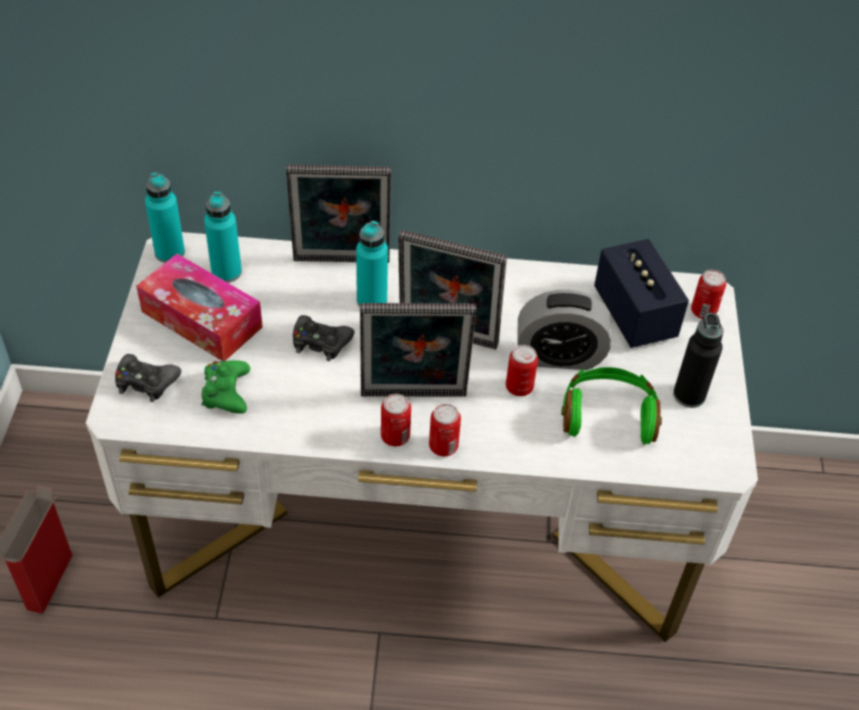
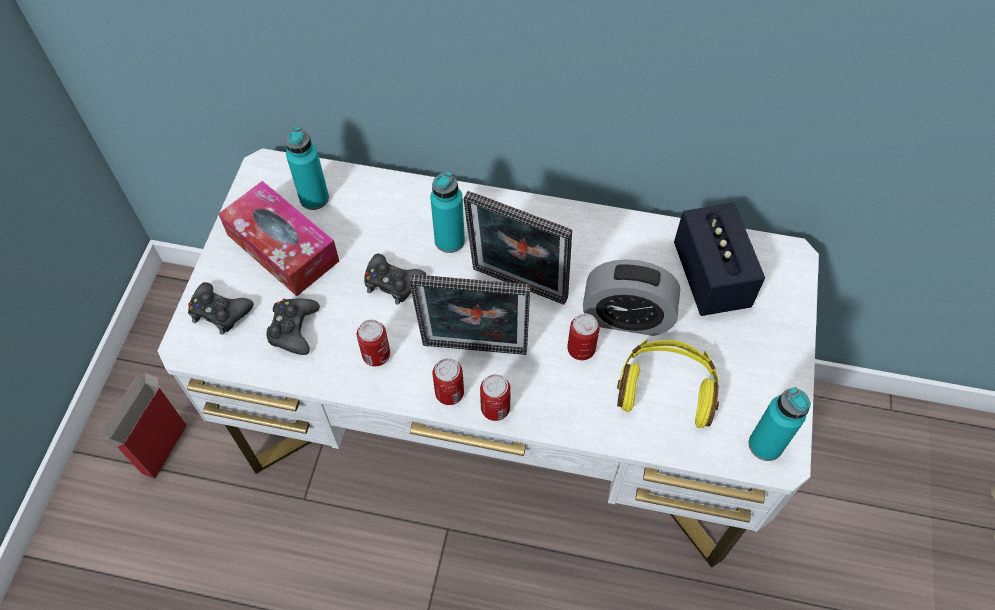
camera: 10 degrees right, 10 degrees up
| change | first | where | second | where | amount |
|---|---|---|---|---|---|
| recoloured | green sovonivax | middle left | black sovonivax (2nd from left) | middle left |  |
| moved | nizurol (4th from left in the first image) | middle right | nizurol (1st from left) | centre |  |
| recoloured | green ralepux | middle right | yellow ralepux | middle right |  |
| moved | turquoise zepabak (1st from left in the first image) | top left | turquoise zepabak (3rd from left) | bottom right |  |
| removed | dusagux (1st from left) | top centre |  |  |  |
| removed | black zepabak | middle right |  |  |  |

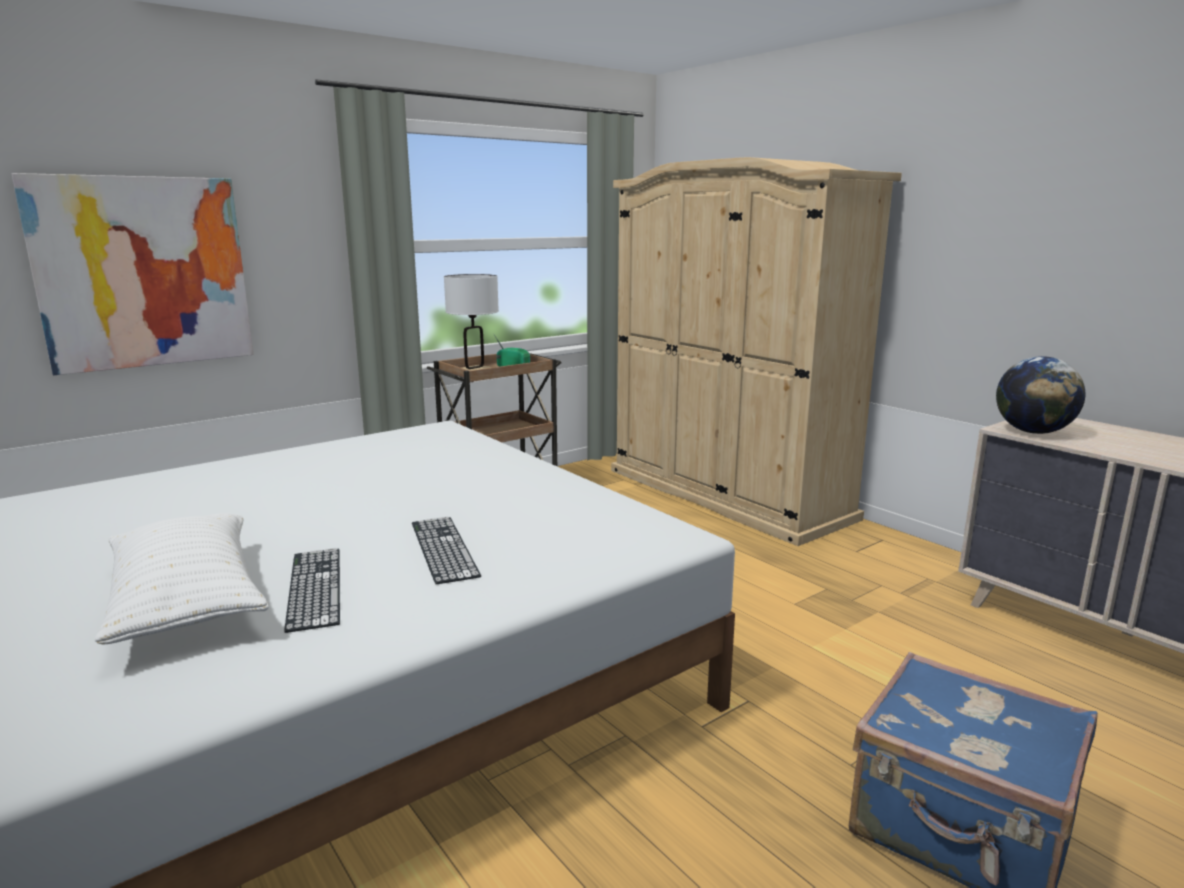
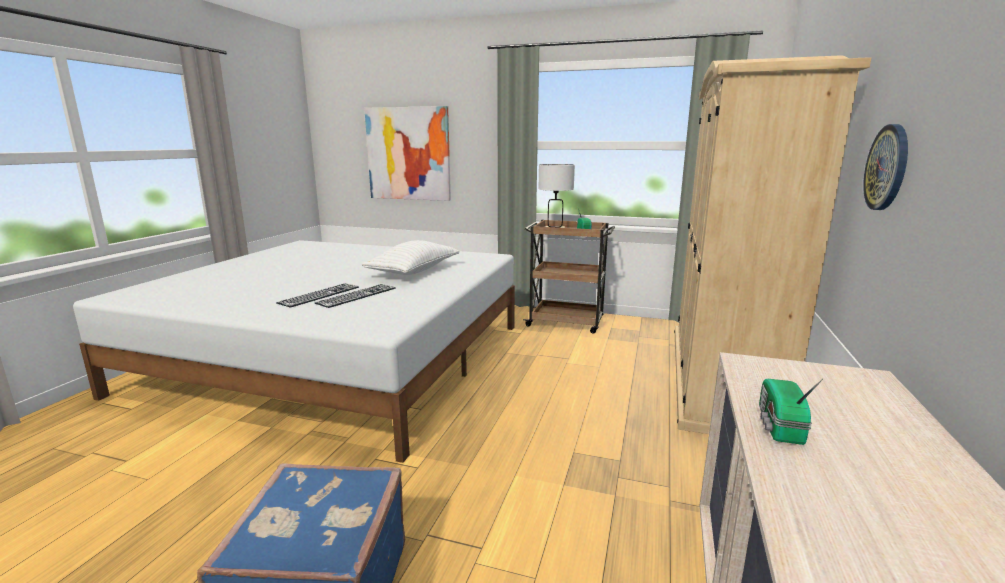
camera: 55 degrees right, 0 degrees up
| change | first | where | second | where | amount |
|---|---|---|---|---|---|
| moved | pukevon (1st from left in the first image) | middle left | pukevon (2nd from left) | centre |  |
| moved | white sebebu | middle left |  | centre |  |
| added |  |  | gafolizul (2nd from left) | bottom right |  |
| added |  |  | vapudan | top right |  |
| removed | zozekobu | middle right |  |  |  |

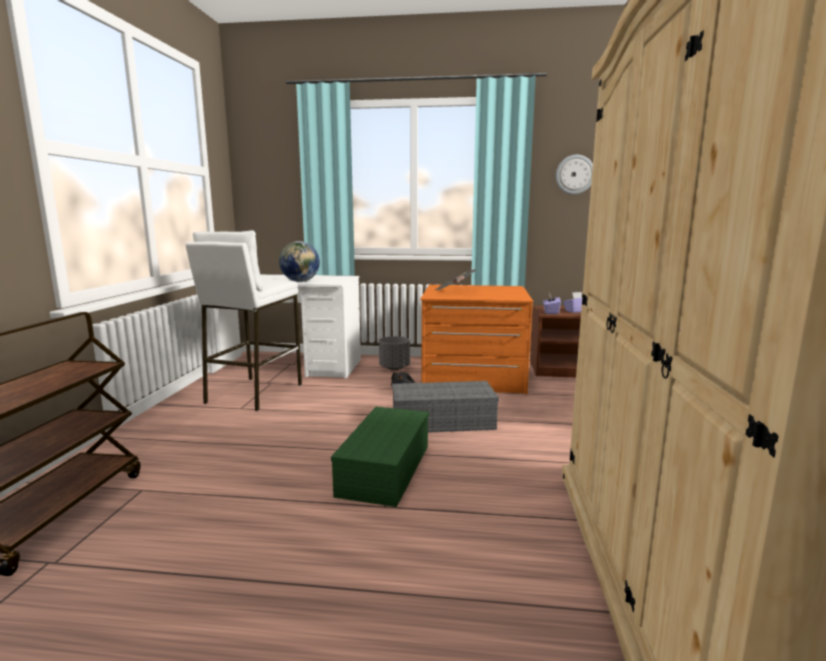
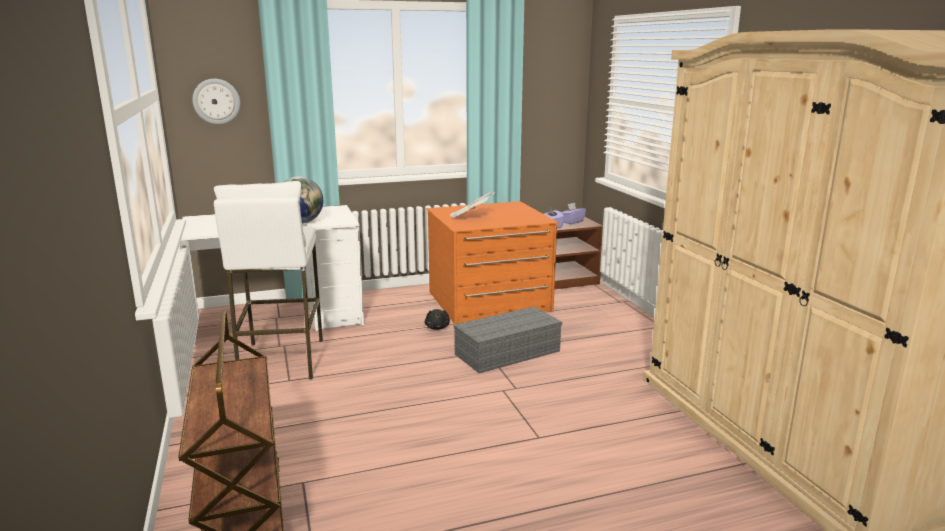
camera: 25 degrees left, 5 degrees up
| change | first | where | second | where | amount |
|---|---|---|---|---|---|
| moved | vapudan | top right |  | top left |  |
| removed | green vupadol | bottom centre |  |  |  |
| removed | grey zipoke | centre |  |  |  |

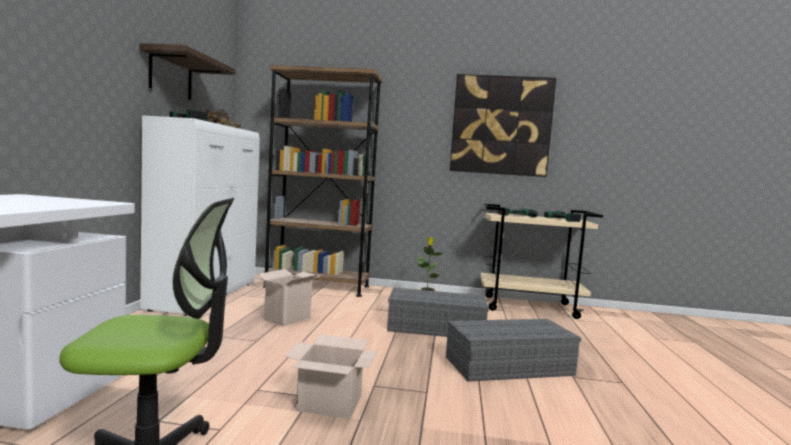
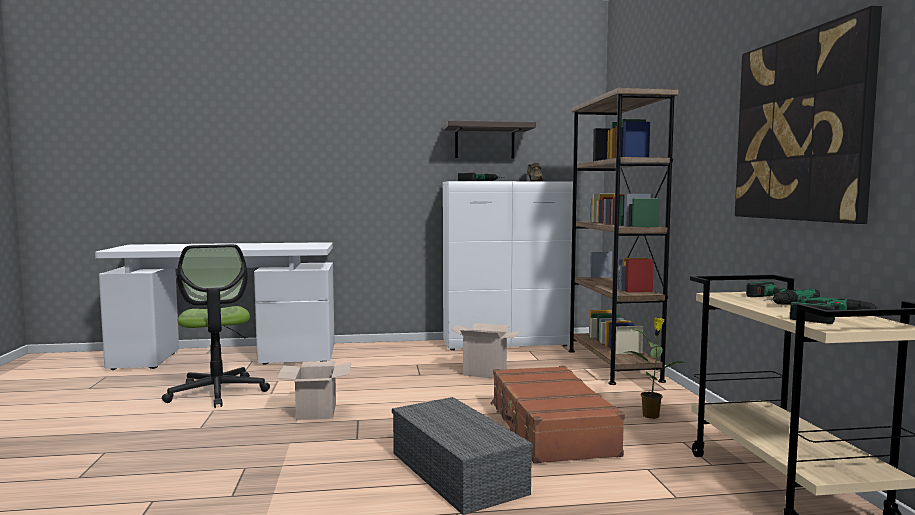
camera: 75 degrees right, 0 degrees up
| change | first | where | second | where | amount |
|---|---|---|---|---|---|
| replaced | grey vupadol (1st from left) | bottom centre | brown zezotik | bottom centre |  |

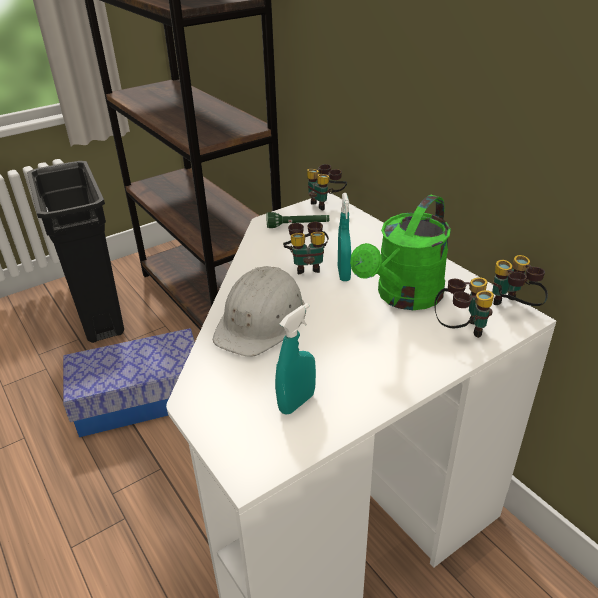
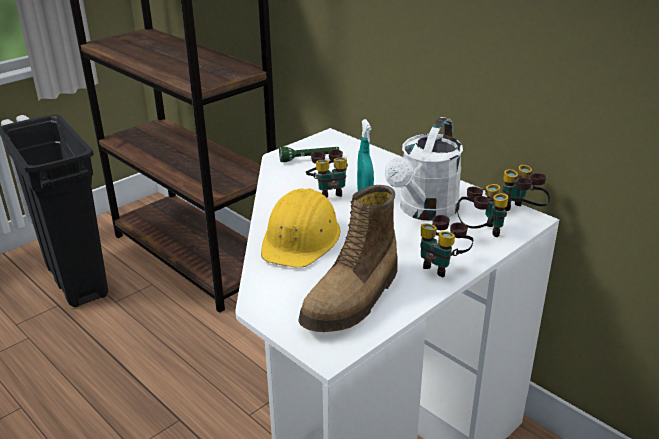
camera: 10 degrees left, 5 degrees down
| change | first | where | second | where | amount |
|---|---|---|---|---|---|
| recoloured | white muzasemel | centre | yellow muzasemel | centre |  |
| replaced | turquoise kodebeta (1st from left) | centre | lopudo | centre |  |
| recoloured | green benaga | middle right | white benaga | centre |  |
| moved | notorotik (2nd from left) | top centre |  | middle right |  |
| removed | vupadol | middle left |  |  |  |

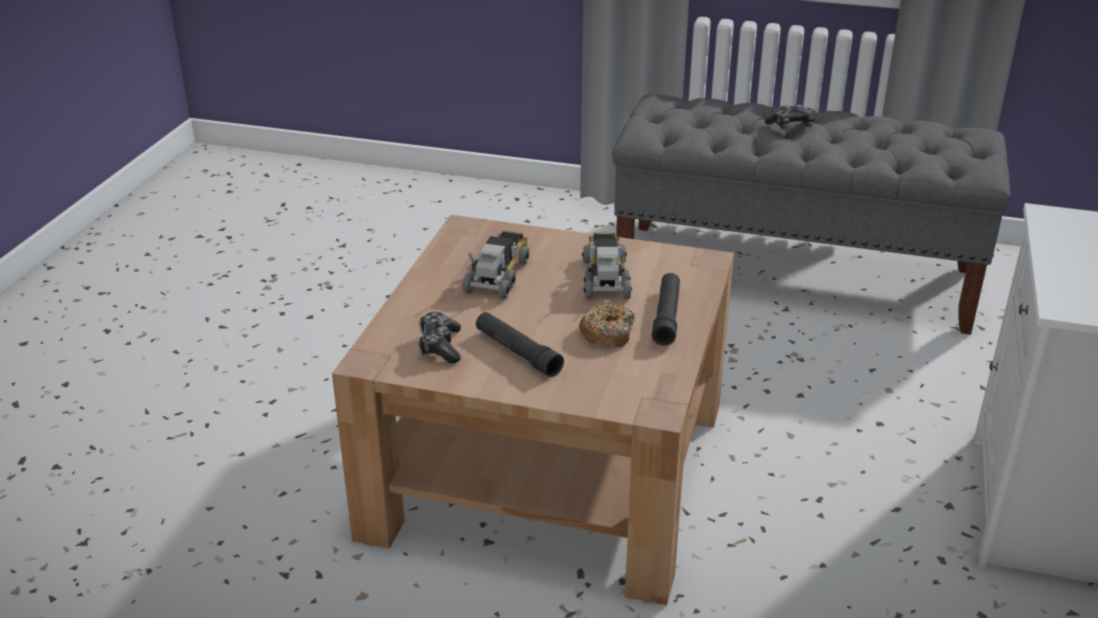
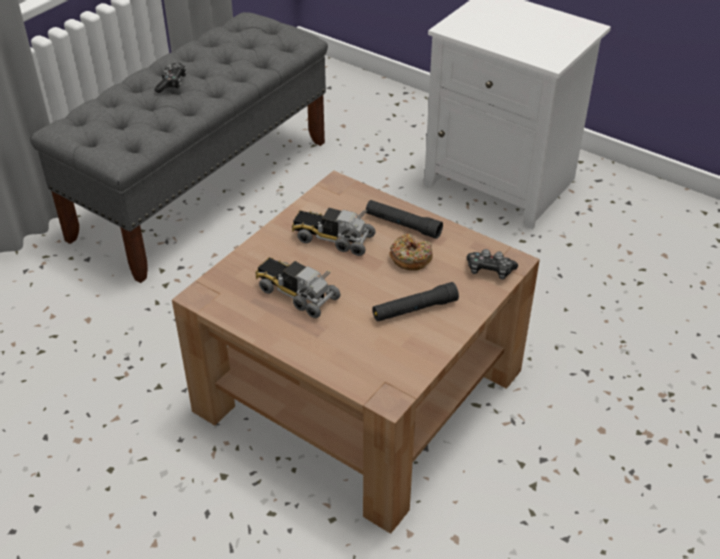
camera: 70 degrees left, 10 degrees up
| change | first | where | second | where | amount |
|---|---|---|---|---|---|
| moved | sovonivax (1st from left in the first image) | centre | sovonivax (2nd from left) | middle right |  |

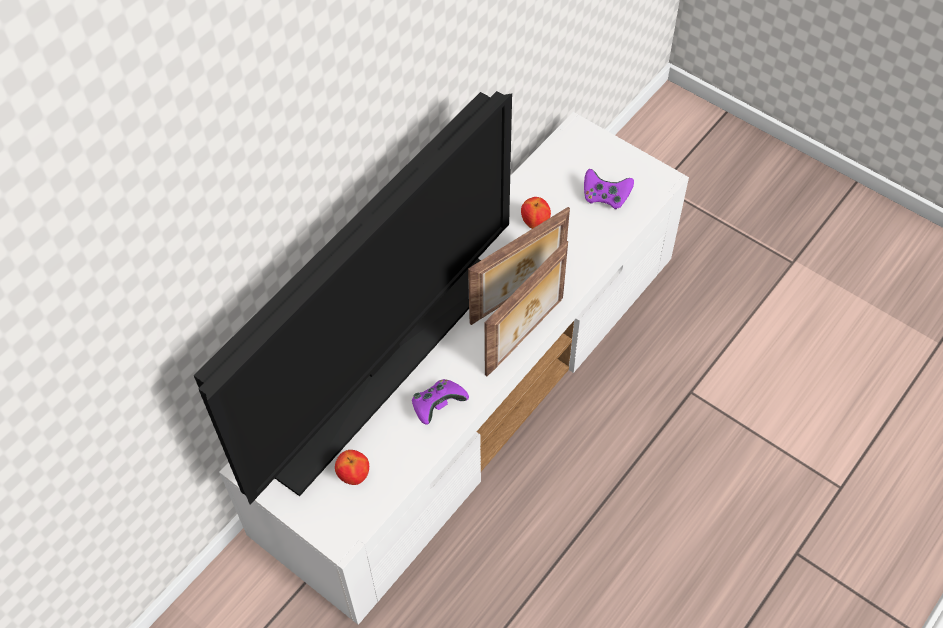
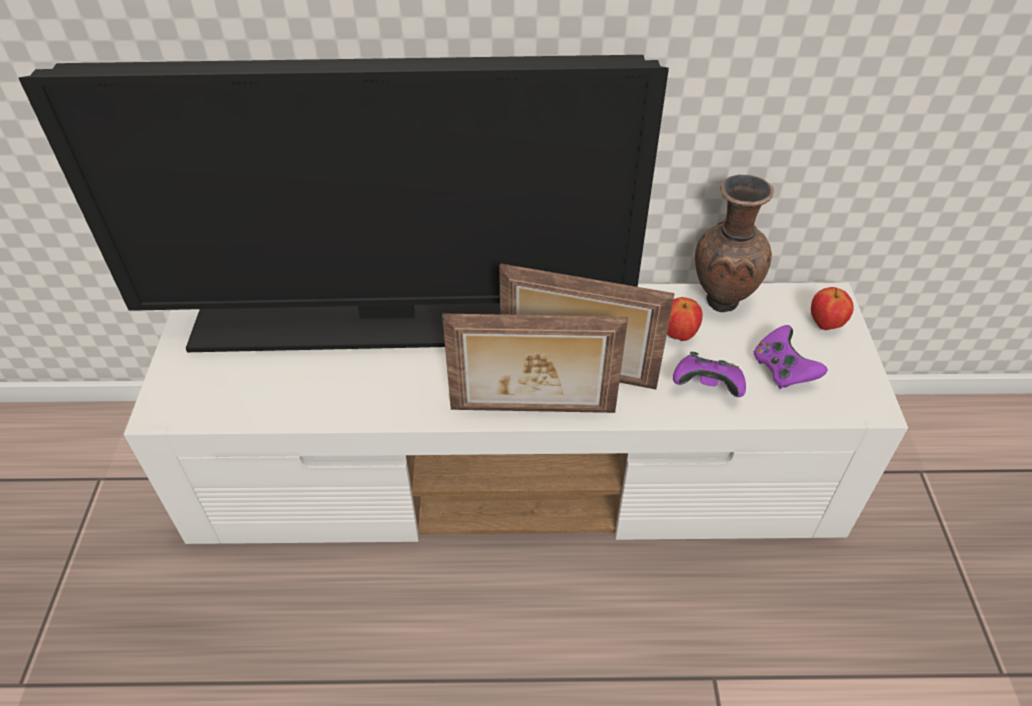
camera: 50 degrees right, 10 degrees down
| change | first | where | second | where | amount |
|---|---|---|---|---|---|
| moved | purple sovonivax (1st from left) | centre |  | middle right |  |
| added |  |  | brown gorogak | middle right |  |
| moved | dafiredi (1st from left in the first image) | bottom centre | dafiredi (2nd from left) | middle right |  |

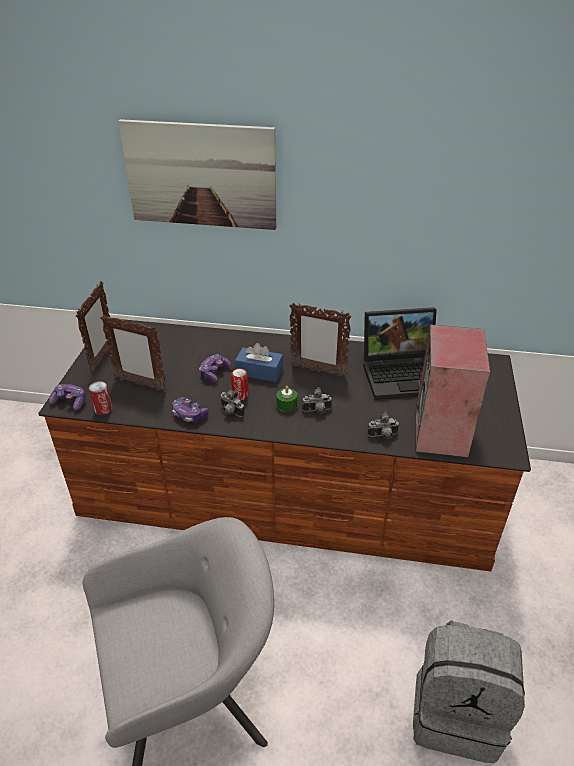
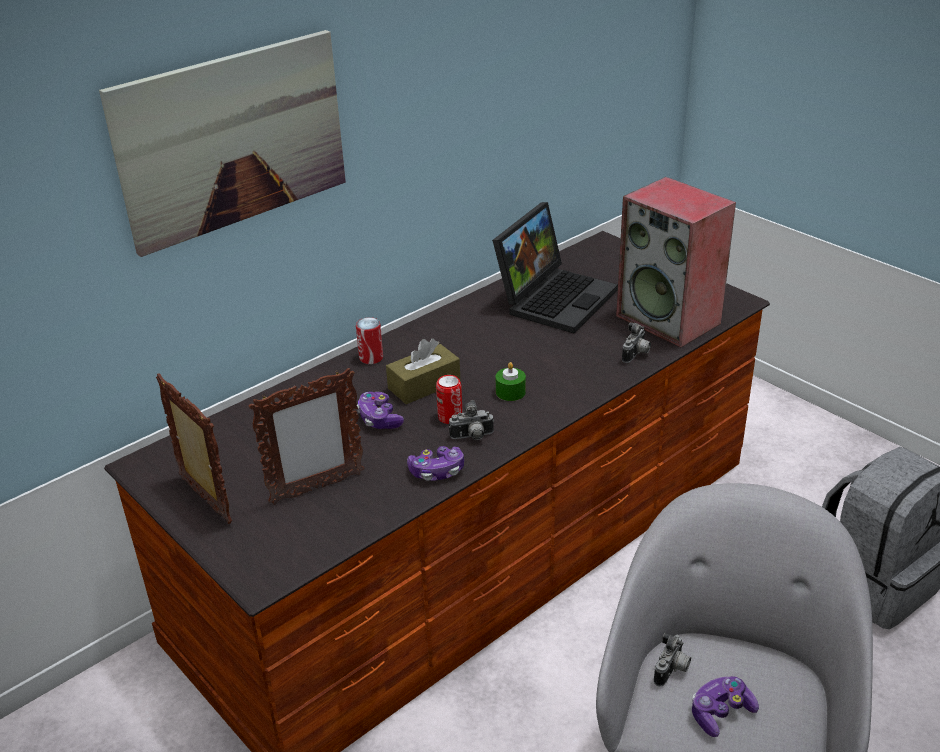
camera: 50 degrees left, 5 degrees down
| change | first | where | second | where | amount |
|---|---|---|---|---|---|
| moved | nizurol (1st from left) | middle left |  | centre |  |
| recoloured | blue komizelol | centre | brown komizelol | centre |  |
| moved | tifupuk (2nd from left in the first image) | centre | tifupuk (3rd from left) | bottom right |  |
| moved | sovonivax (1st from left in the first image) | middle left | sovonivax (3rd from left) | bottom right |  |
| removed | dusagux (3rd from left) | centre |  |  |  |

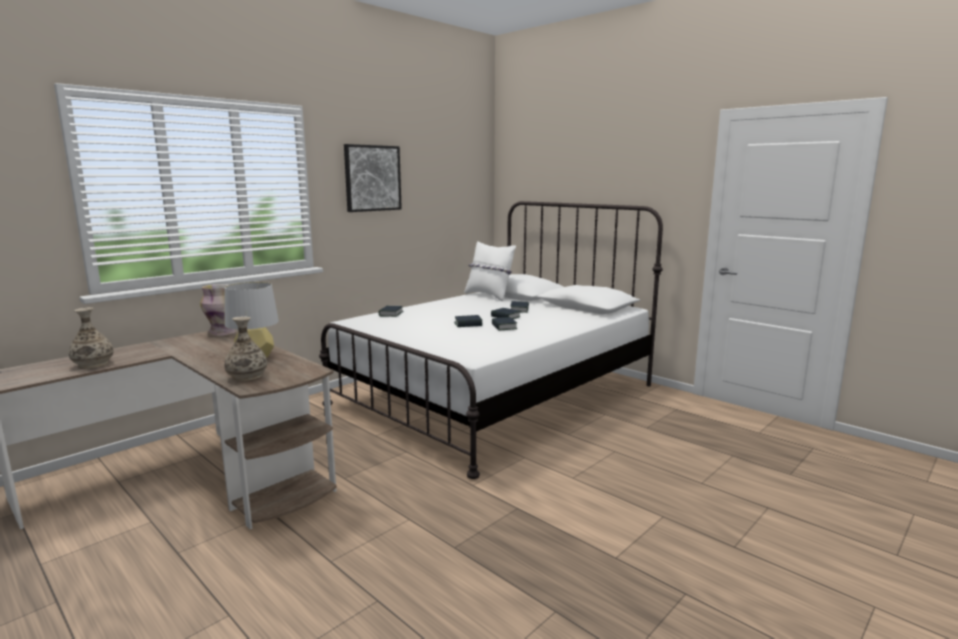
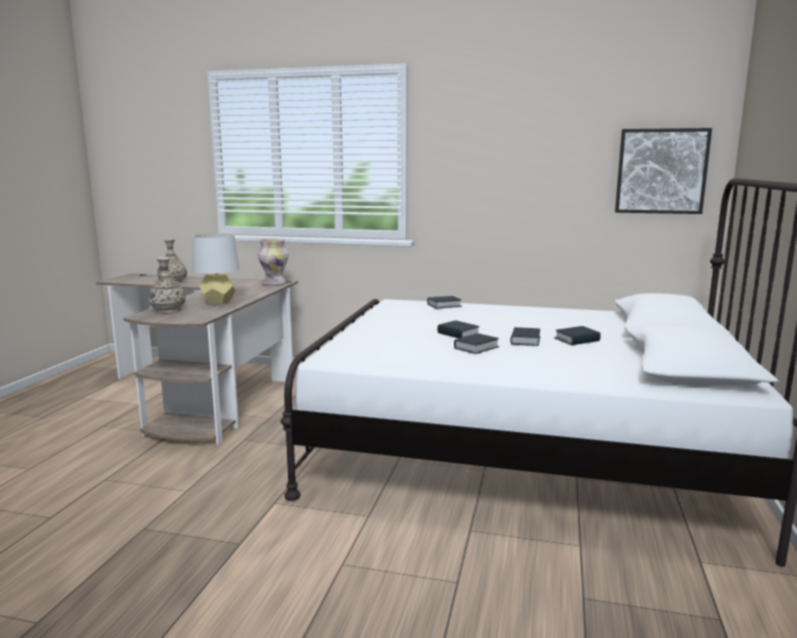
camera: 60 degrees right, 0 degrees up
| change | first | where | second | where | amount |
|---|---|---|---|---|---|
| moved | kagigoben | top centre |  | top right |  |
| removed | white sebebu | centre |  |  |  |

